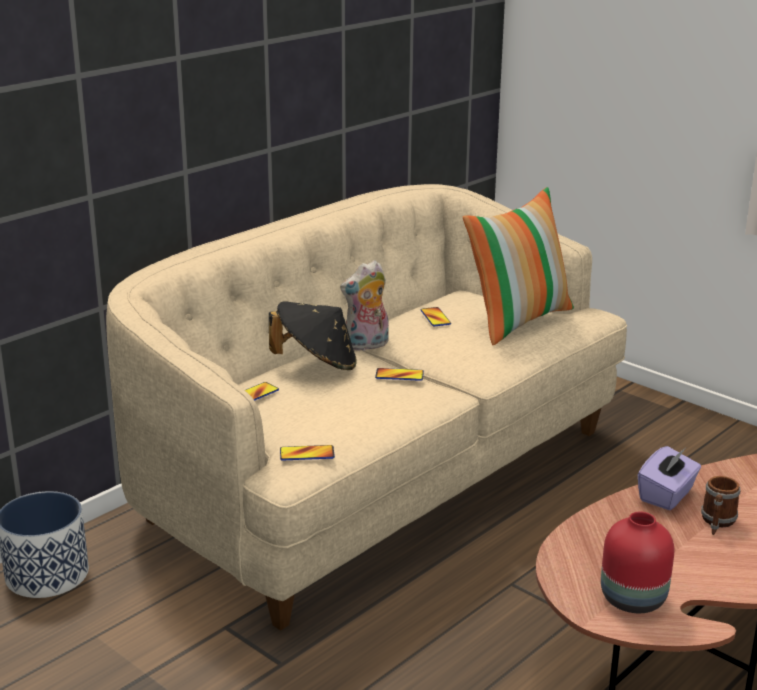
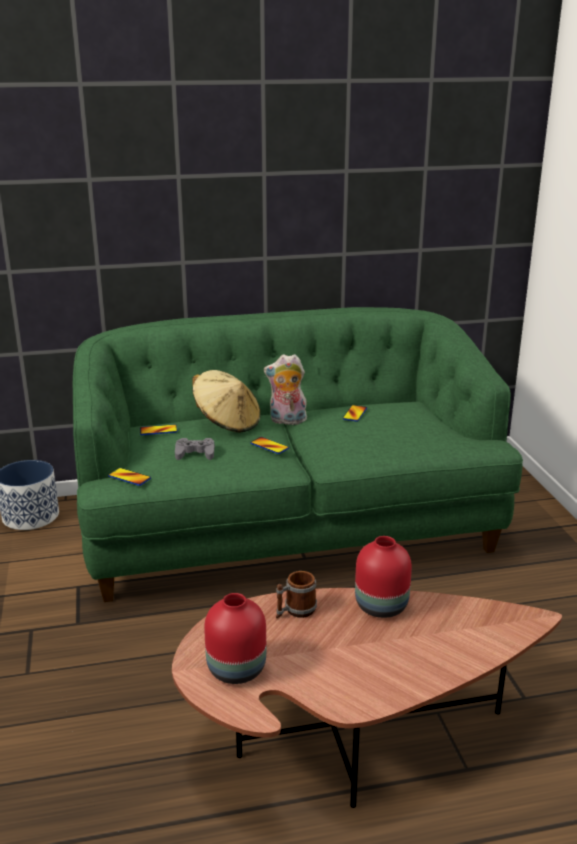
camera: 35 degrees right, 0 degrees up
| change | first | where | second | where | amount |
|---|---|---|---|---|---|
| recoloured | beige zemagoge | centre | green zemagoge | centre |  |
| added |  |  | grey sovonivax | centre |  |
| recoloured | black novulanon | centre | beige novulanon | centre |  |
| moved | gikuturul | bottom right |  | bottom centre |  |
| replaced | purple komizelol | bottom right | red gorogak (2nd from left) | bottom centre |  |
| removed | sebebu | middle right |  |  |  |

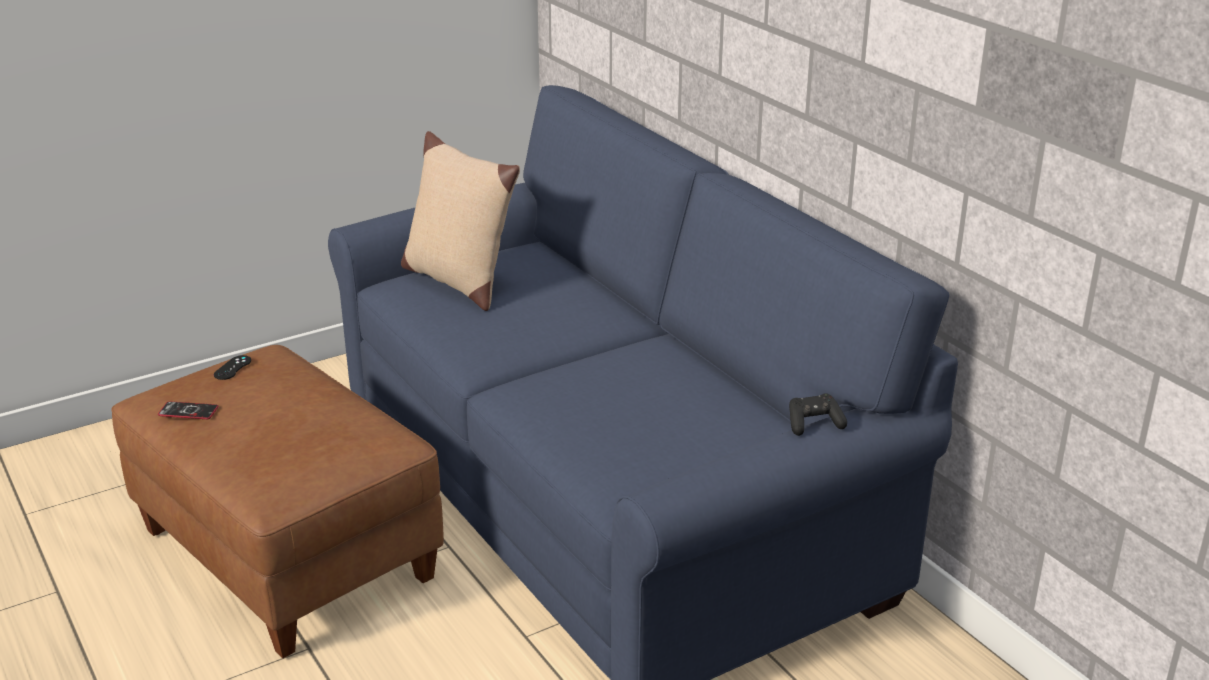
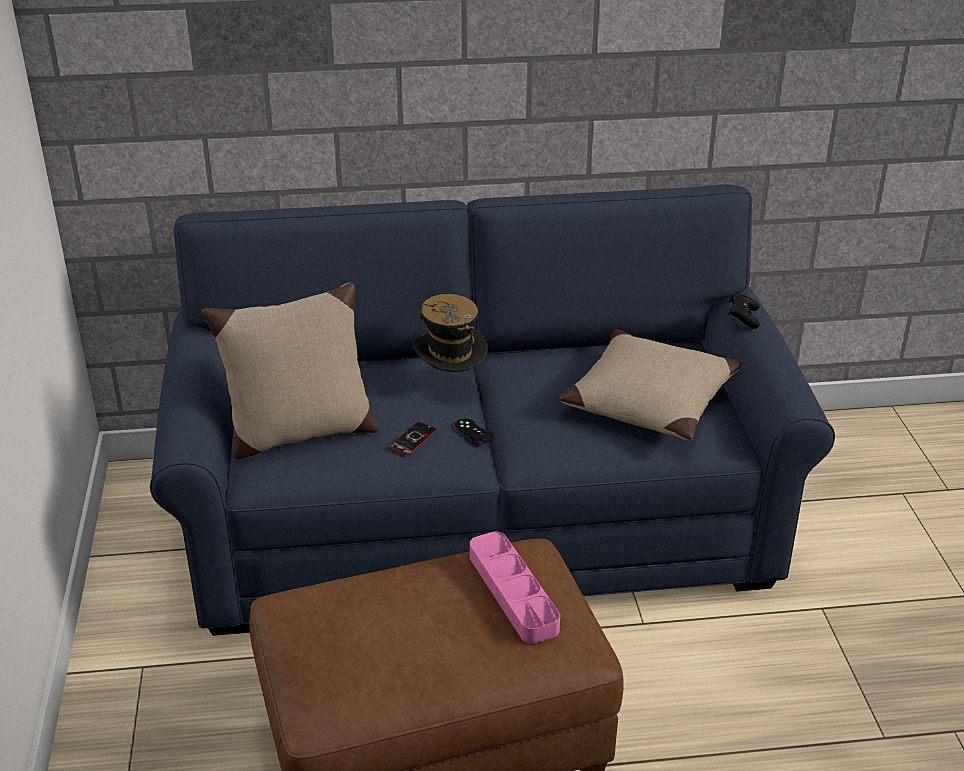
camera: 65 degrees left, 5 degrees up
| change | first | where | second | where | amount |
|---|---|---|---|---|---|
| moved | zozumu | middle left |  | centre |  |
| added |  |  | novulanon | centre |  |
| moved | black sovonivax (1st from left) | middle left |  | centre |  |
| added |  |  | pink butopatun | bottom centre |  |
| added |  |  | beige sebebu (2nd from left) | middle right |  |

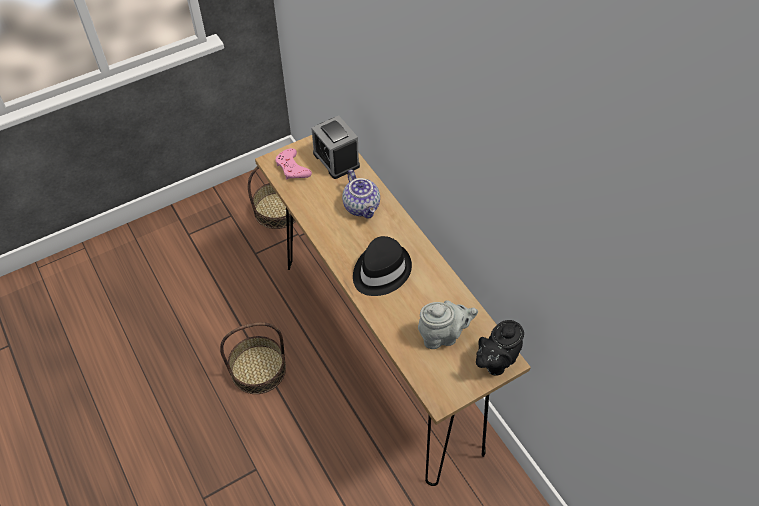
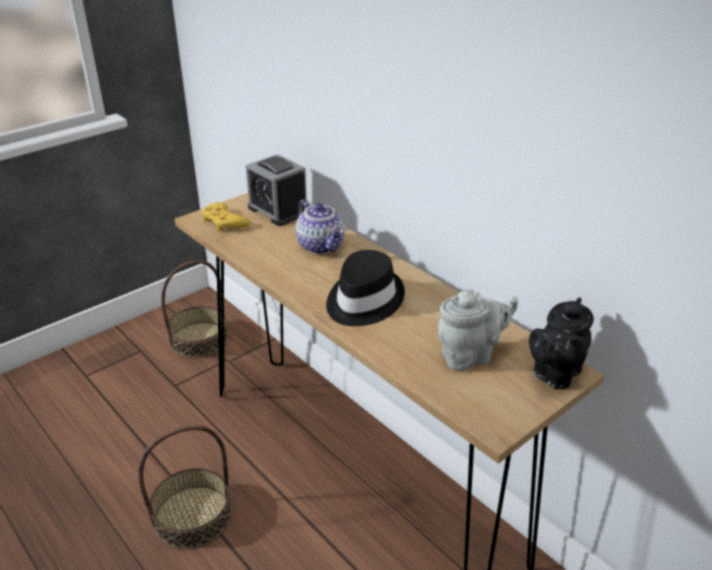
camera: 10 degrees left, 20 degrees down
| change | first | where | second | where | amount |
|---|---|---|---|---|---|
| recoloured | pink sovonivax | top centre | yellow sovonivax | middle left |  |

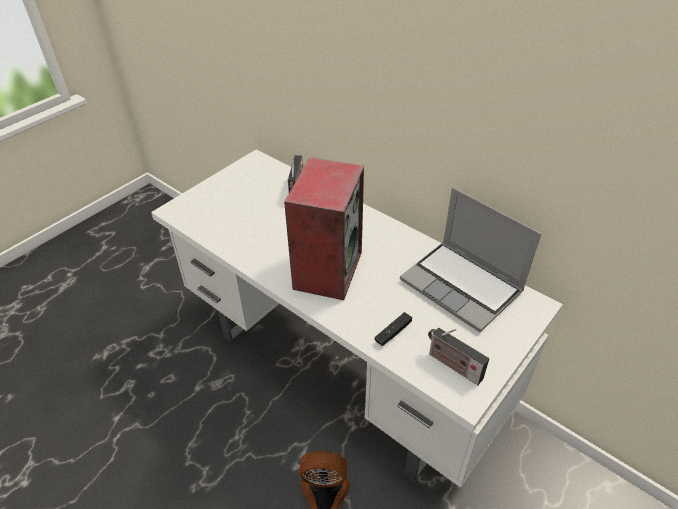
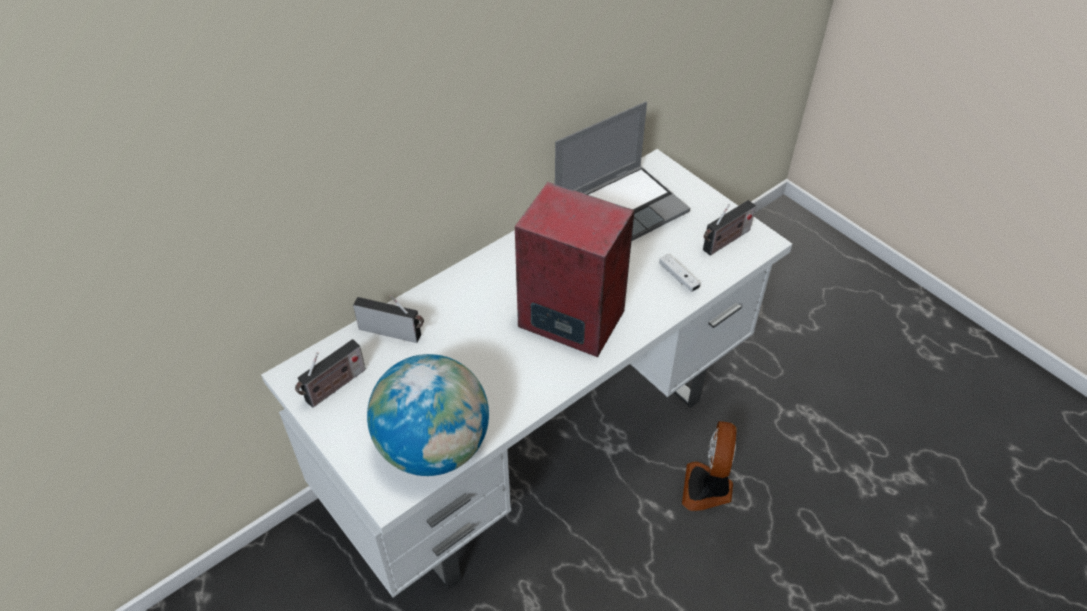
camera: 80 degrees left, 5 degrees up
| change | first | where | second | where | amount |
|---|---|---|---|---|---|
| added |  |  | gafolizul (1st from left) | middle left |  |
| added |  |  | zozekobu | bottom centre |  |
| recoloured | black sovonivax | centre | white sovonivax | centre |  |

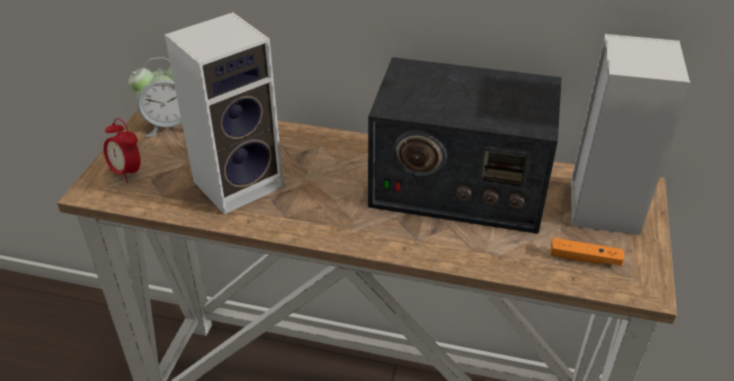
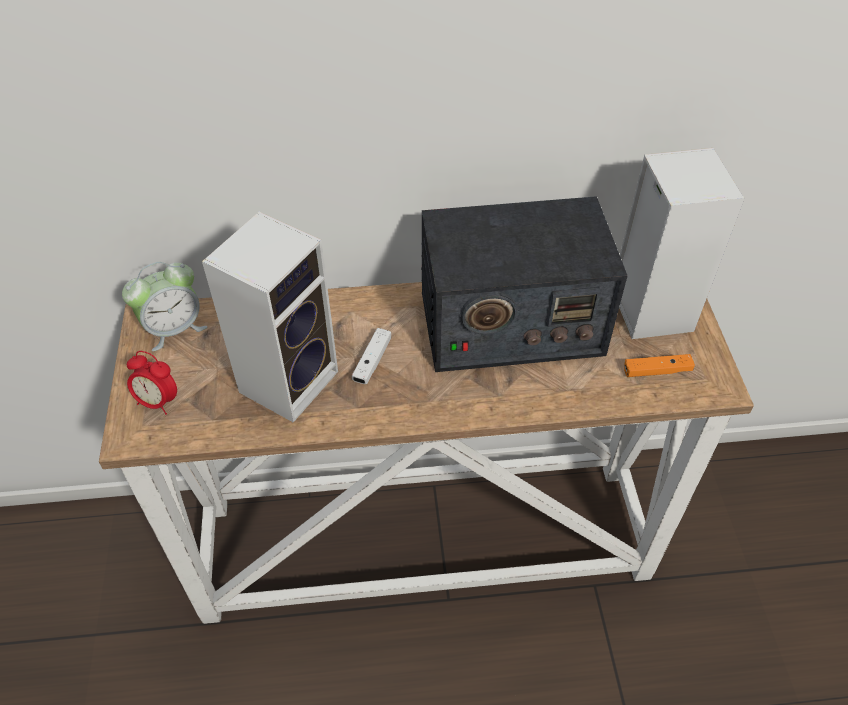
camera: 20 degrees left, 10 degrees up
| change | first | where | second | where | amount |
|---|---|---|---|---|---|
| added |  |  | white sovonivax | centre |  |

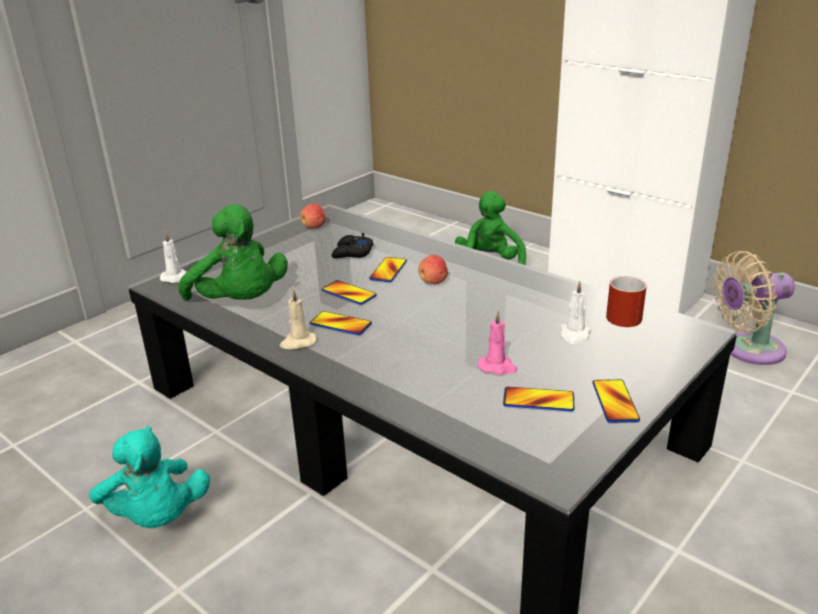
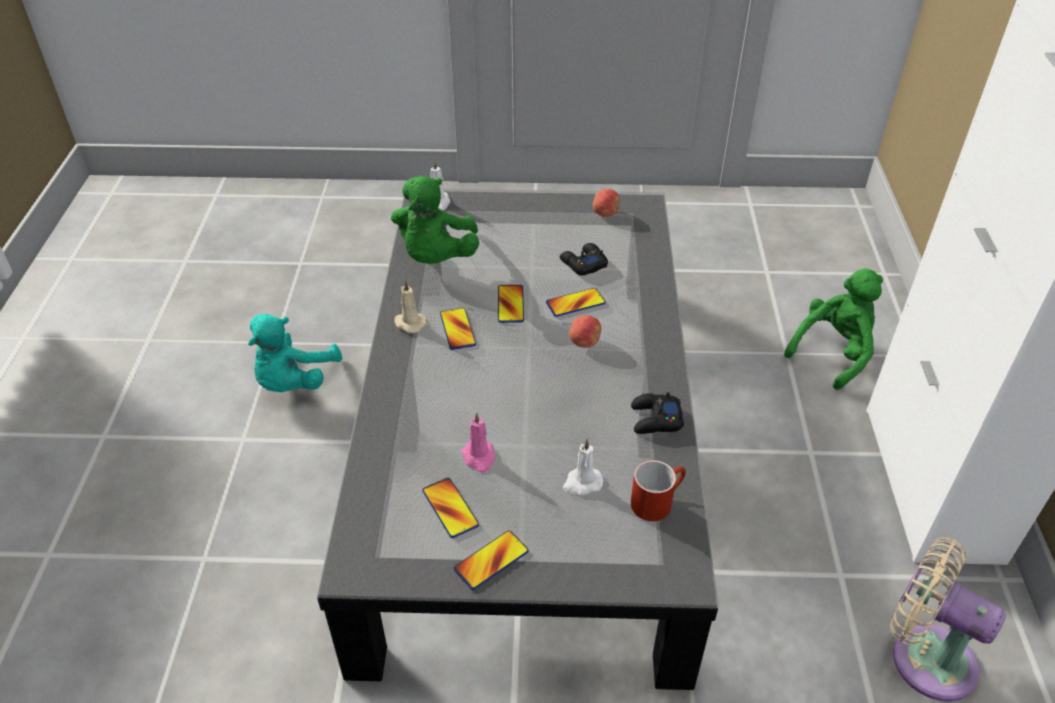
camera: 50 degrees right, 15 degrees up
| change | first | where | second | where | amount |
|---|---|---|---|---|---|
| added |  |  | black sovonivax (2nd from left) | centre |  |

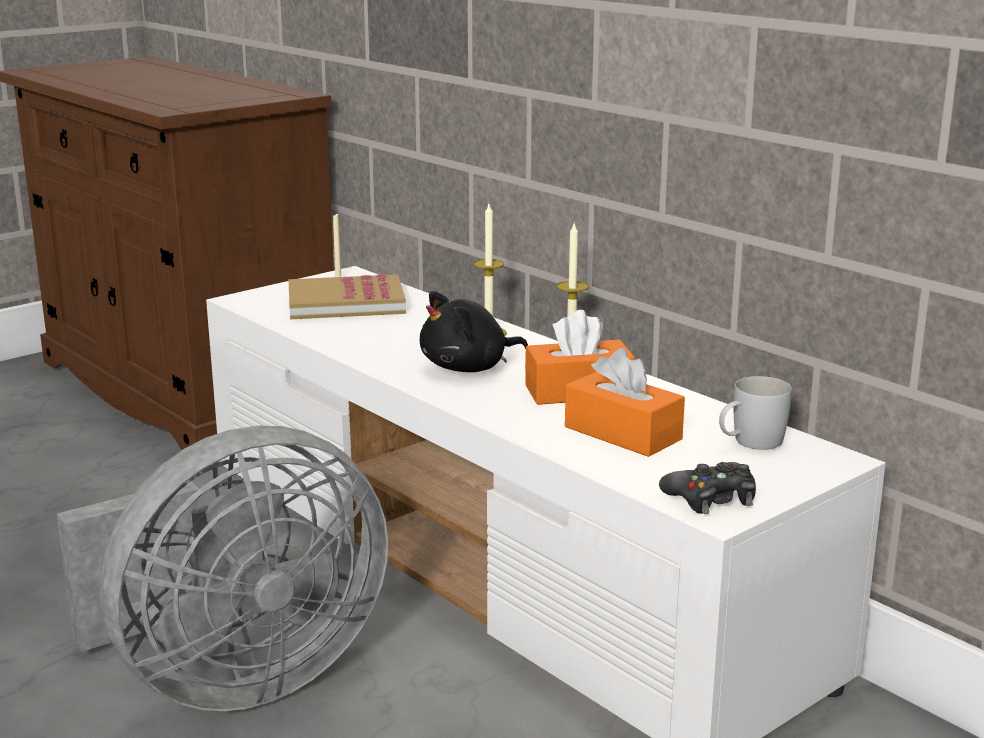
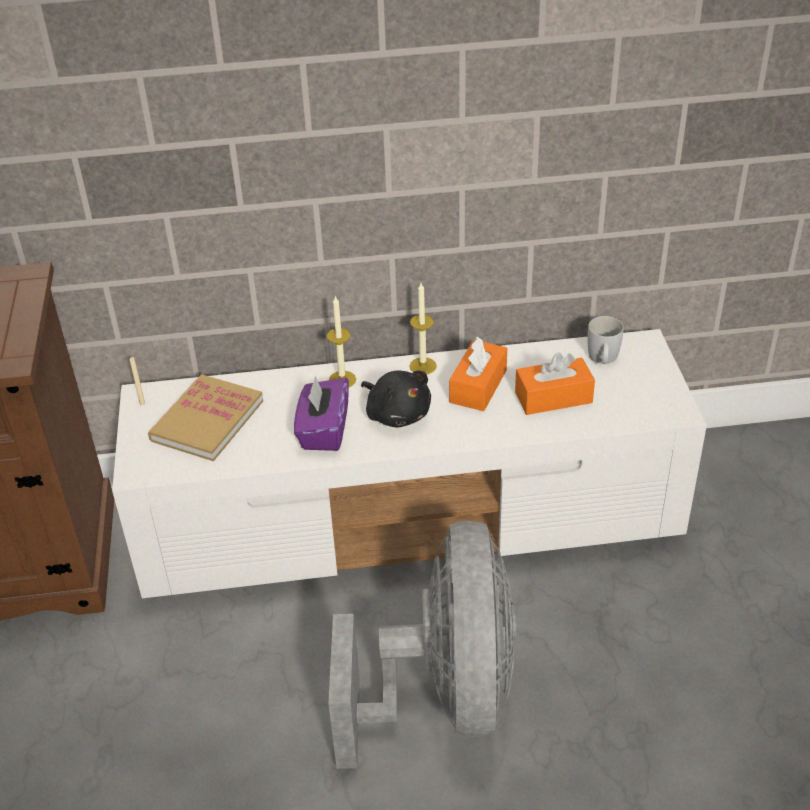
camera: 55 degrees left, 20 degrees up
| change | first | where | second | where | amount |
|---|---|---|---|---|---|
| added |  |  | purple komizelol | centre |  |
| turned | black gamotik | centre |  | centre | 45 degrees counterclockwise |
| removed | black sovonivax | middle right |  |  |  |

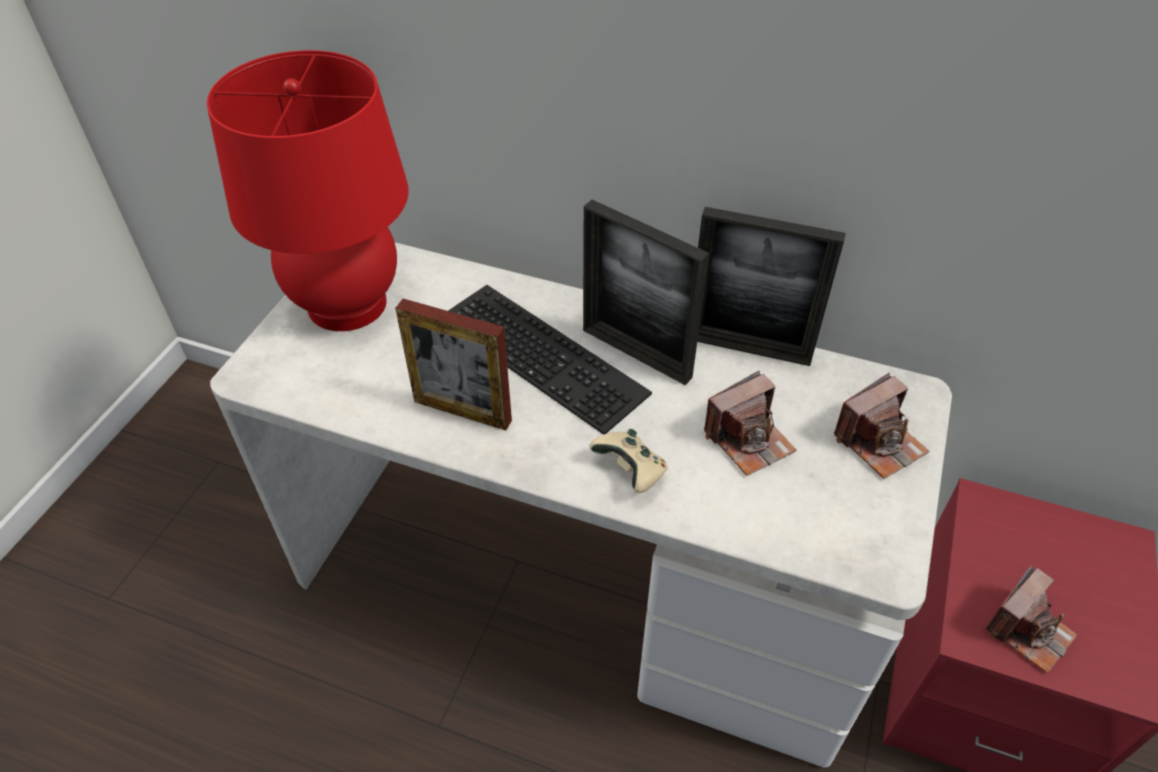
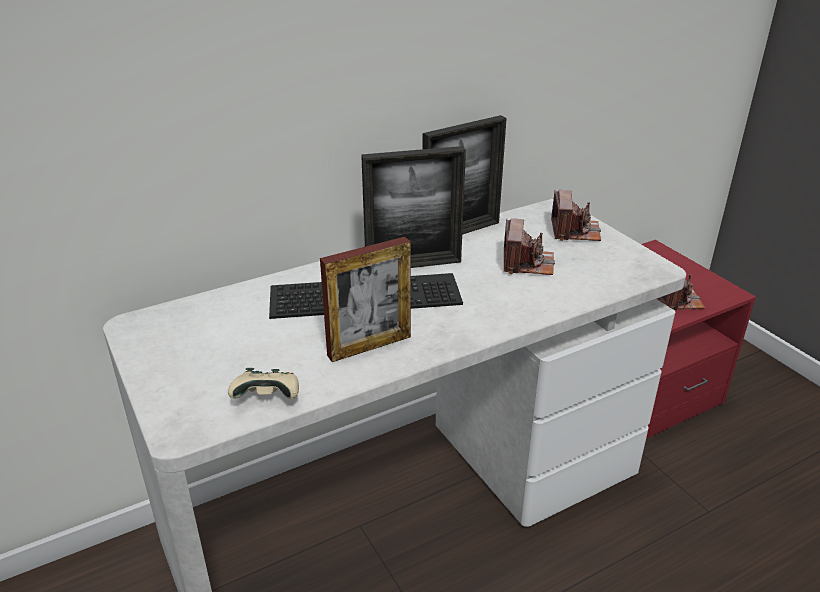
camera: 50 degrees left, 15 degrees down
| change | first | where | second | where | amount |
|---|---|---|---|---|---|
| moved | beige sovonivax | centre |  | middle left |  |
| removed | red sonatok | top left |  |  |  |

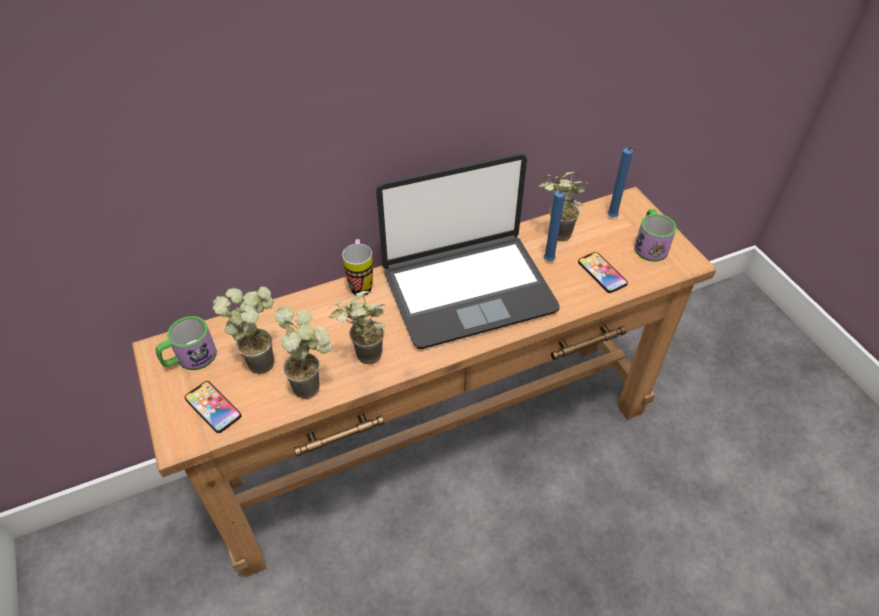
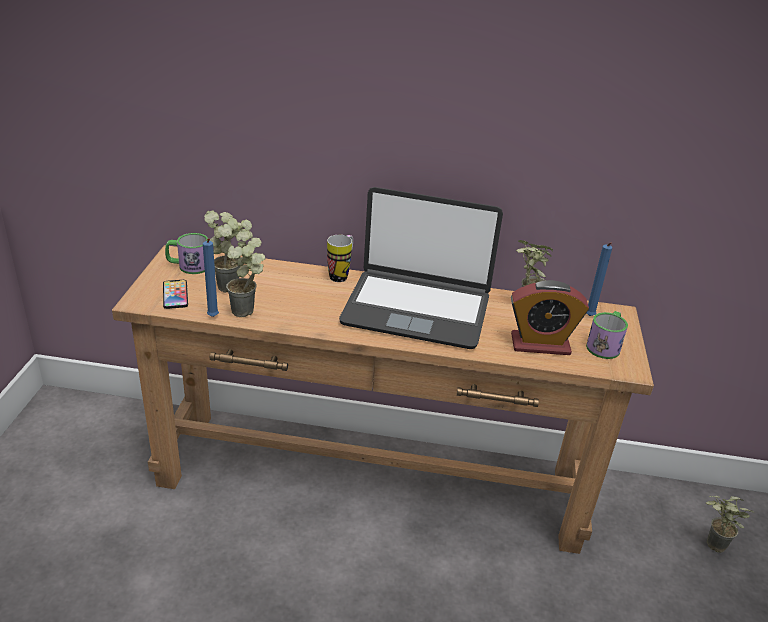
camera: 30 degrees right, 15 degrees down
| change | first | where | second | where | amount |
|---|---|---|---|---|---|
| moved | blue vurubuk (1st from left) | centre |  | middle left |  |
| replaced | zozumu (2nd from left) | middle right | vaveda | middle right |  |
| moved | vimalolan (3rd from left in the first image) | centre | vimalolan (4th from left) | bottom right |  |

